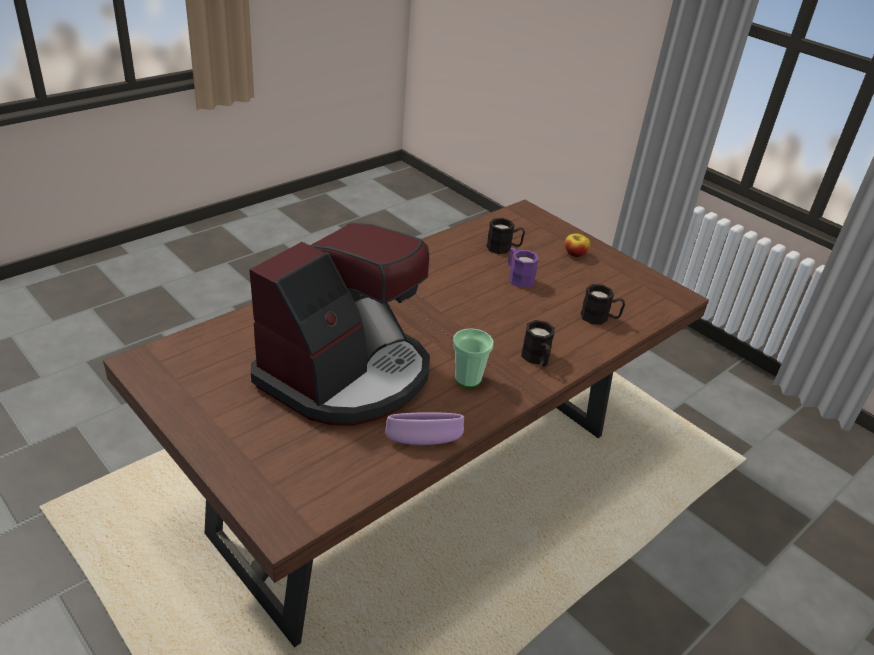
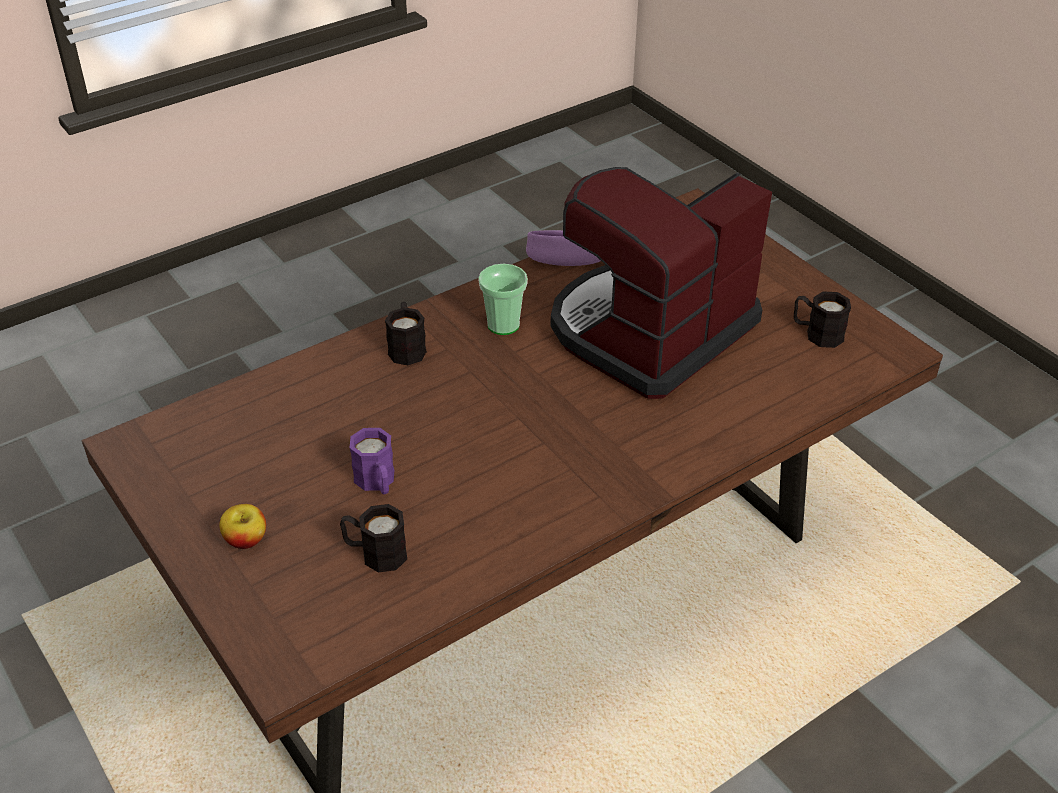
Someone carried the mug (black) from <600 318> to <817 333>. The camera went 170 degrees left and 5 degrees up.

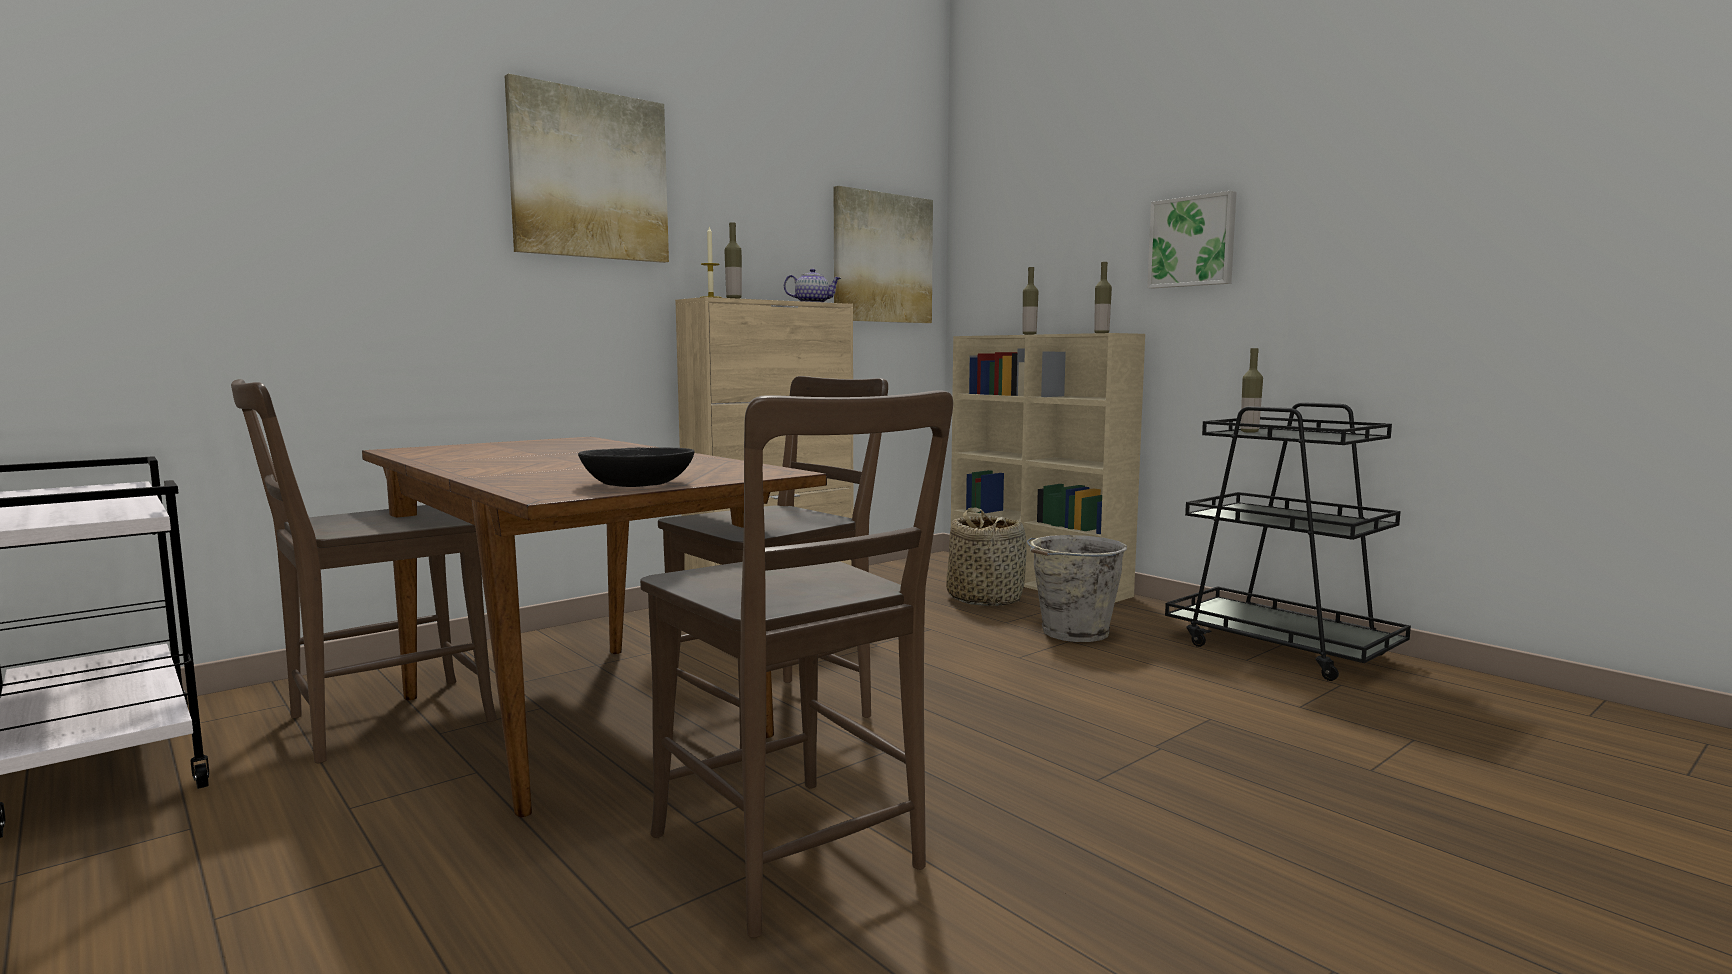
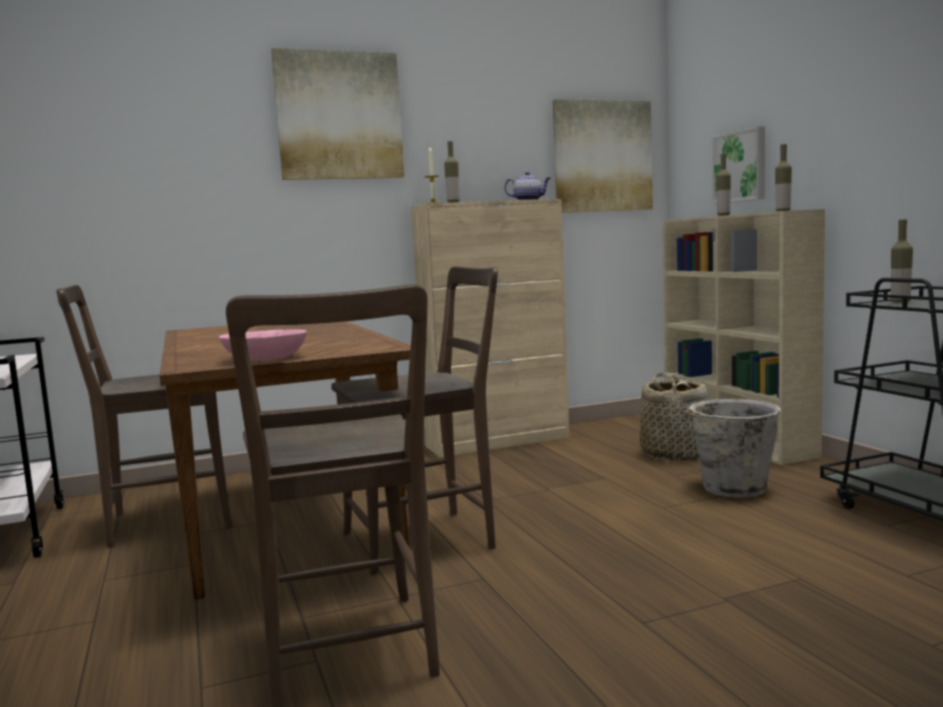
Someone carried the picture from <1193 242> to <740 166>. Someone repainted the bowl (black) at <638 484>, which became the bowl (pink) at <265 358>. The camera went 20 degrees right and 0 degrees up.

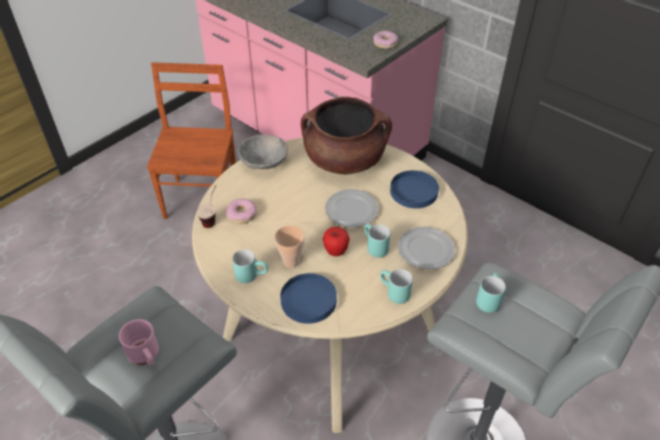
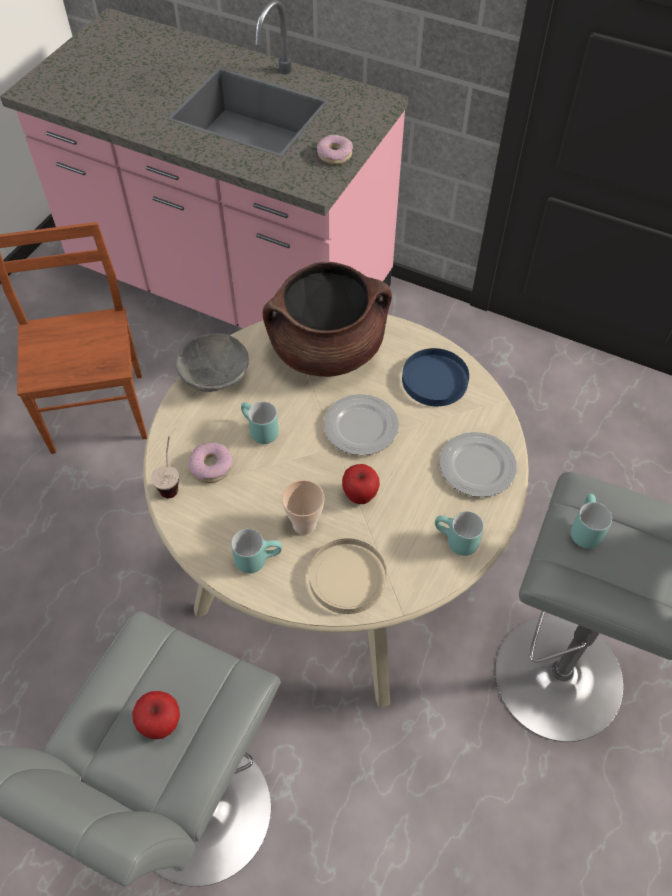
Someone carried the mug (turquoise) from <373 248> to <258 431>. Someone swapped the mug (pink) at <145 355> for the apple at <161 723>. Someone repainted the plate (blue) at <308 300>, which became the plate (beige) at <347 578>. The camera went 15 degrees left and 10 degrees up.

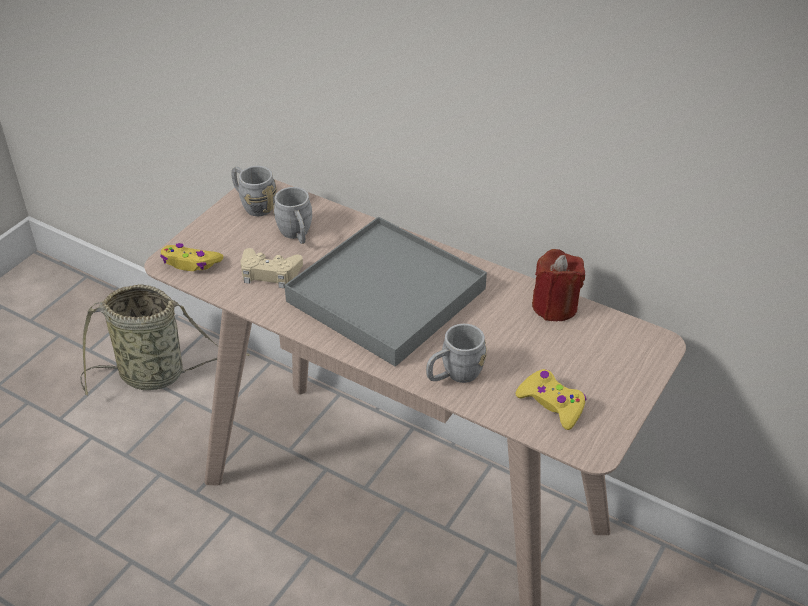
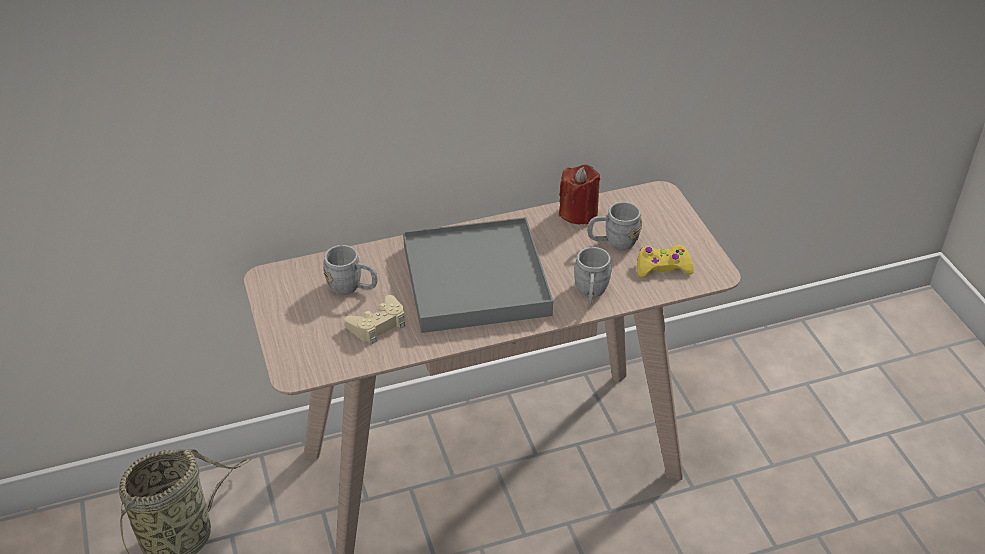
Someone took away the game controller (yellow) at <191 263>. Someone carried the mug (grey) from <253 204> to <613 242>. The camera went 50 degrees left and 0 degrees up.

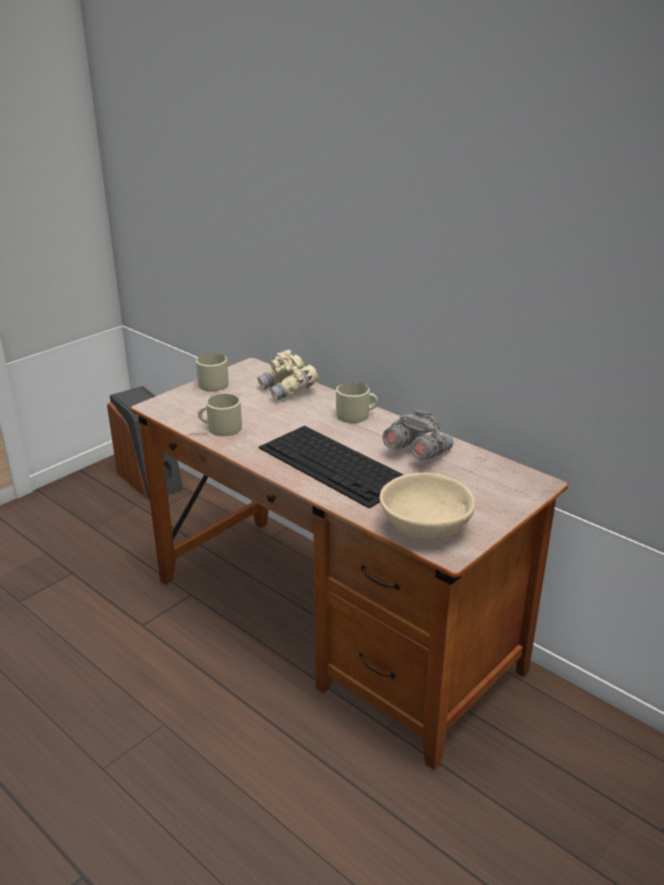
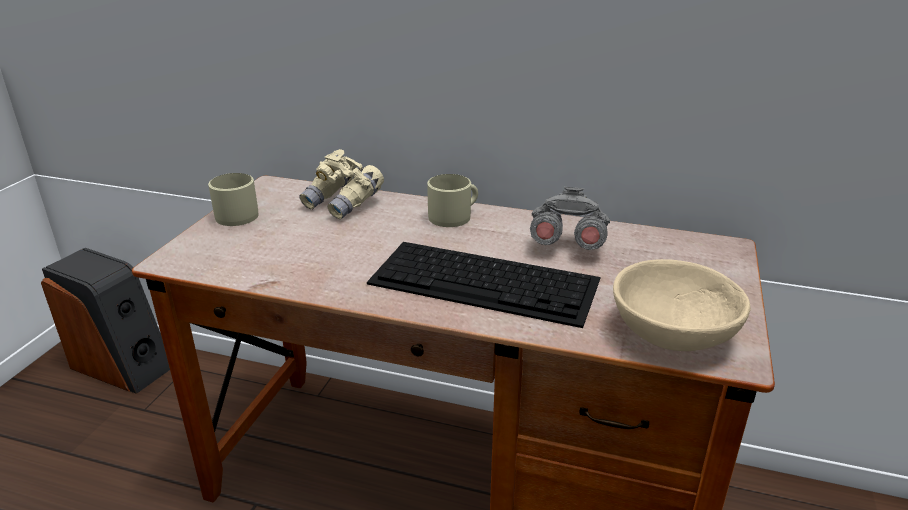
Someone took away the mug (beige) at <220 428>. The camera went 25 degrees left and 0 degrees up.

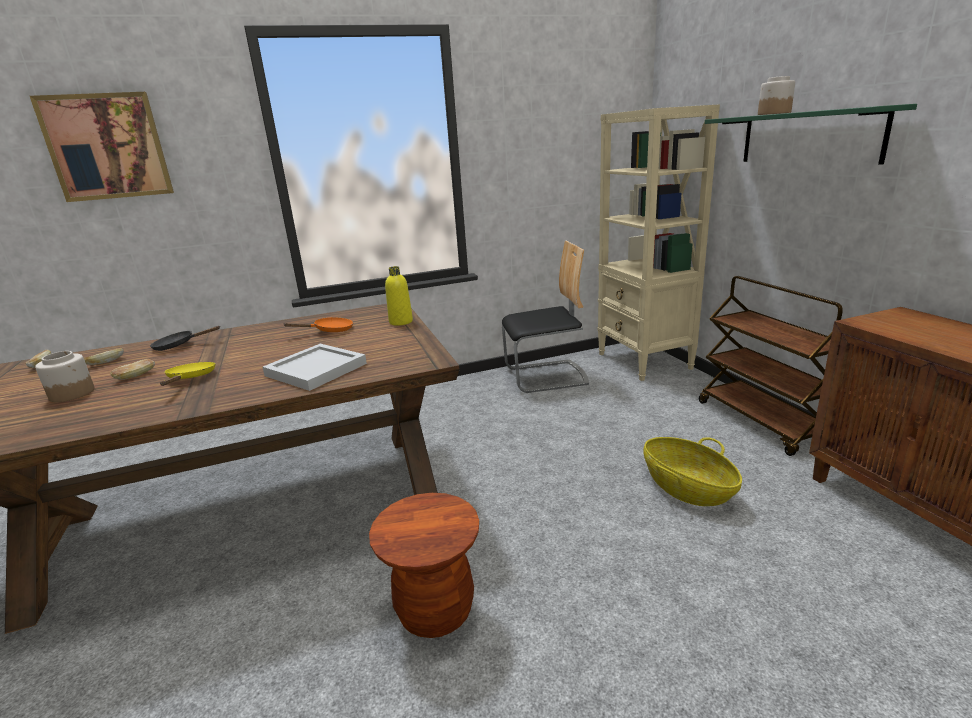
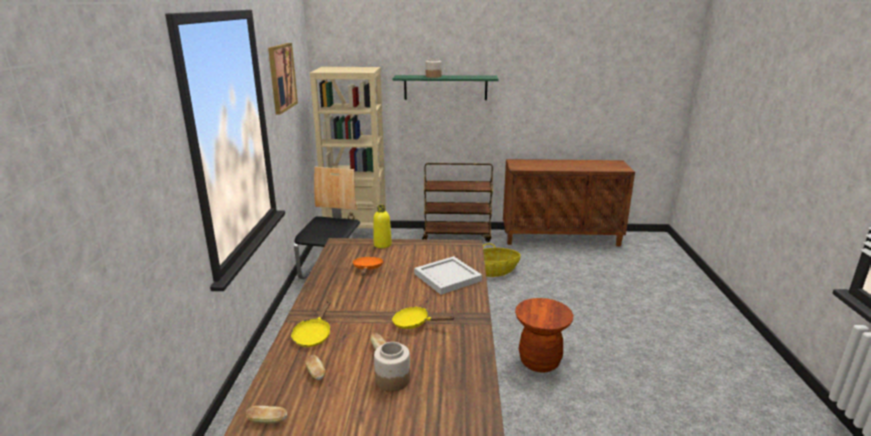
Someone carried the picture from <107 147> to <281 77>. Someone repainted the frying pan (black) at <179 345>, which became the frying pan (yellow) at <313 335>. The camera went 70 degrees left and 0 degrees up.

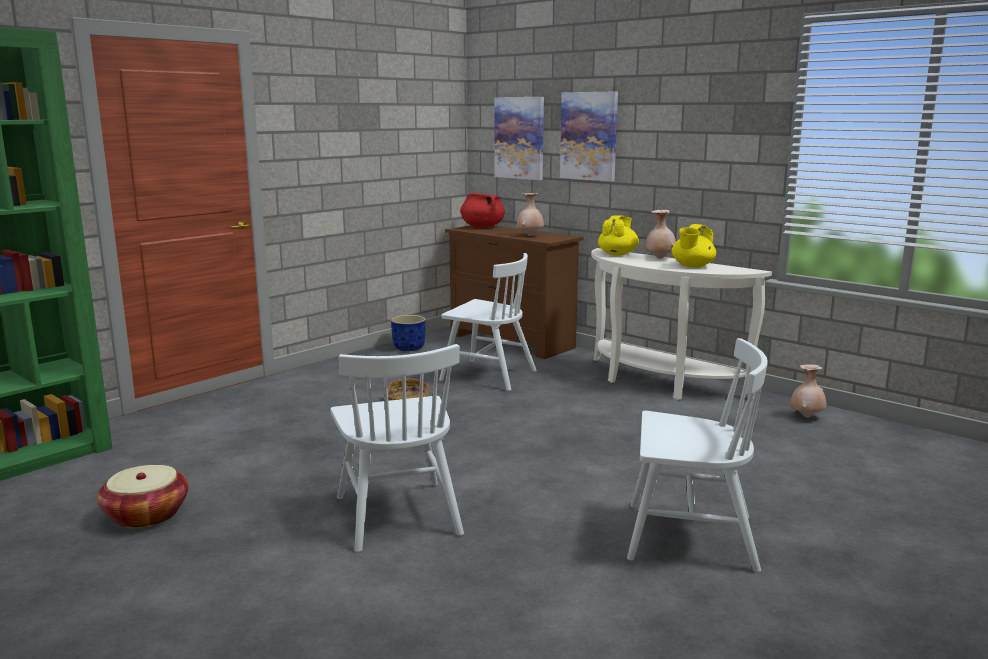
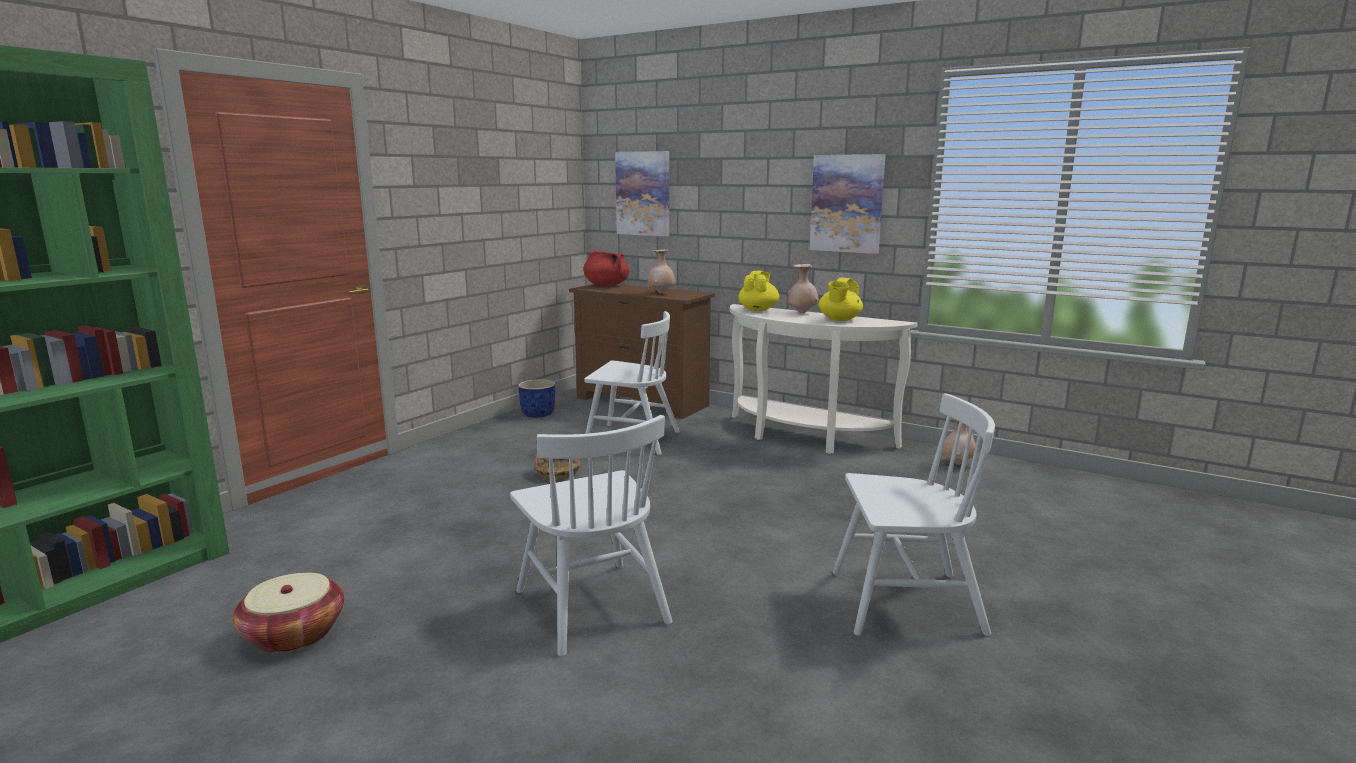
Someone carried the picture from <589 136> to <847 203>. The camera went 10 degrees left and 0 degrees up.

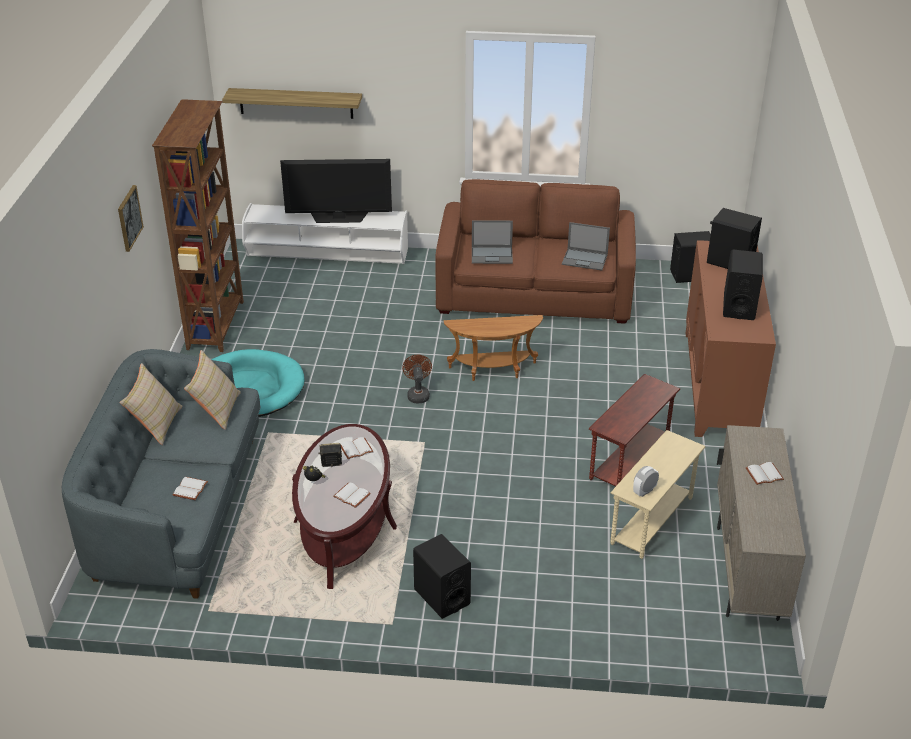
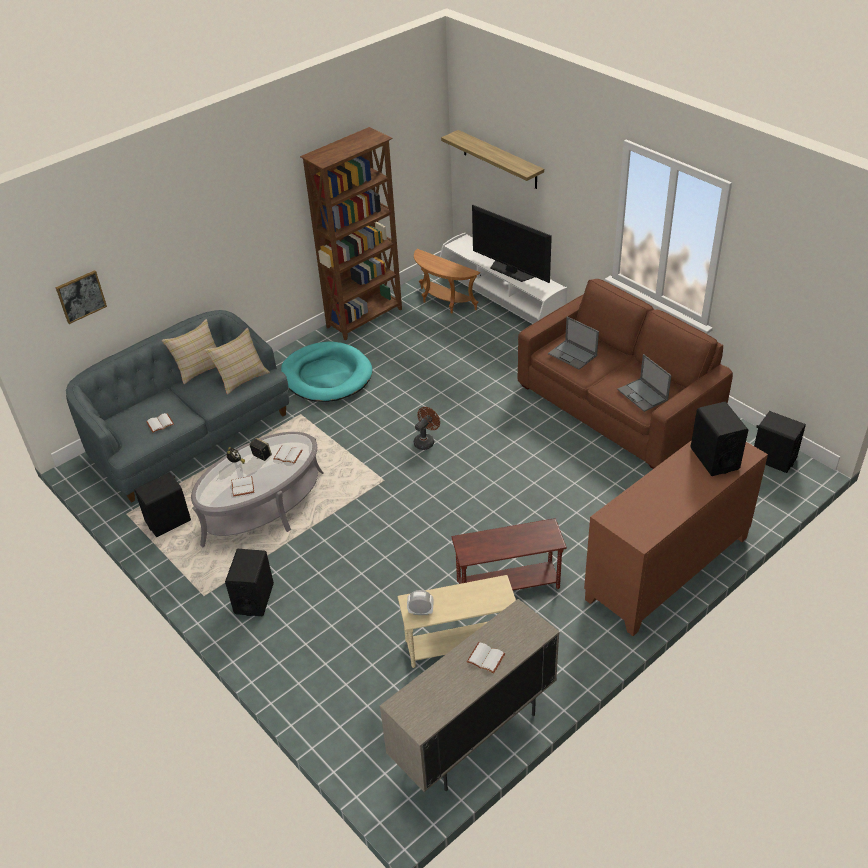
Someone carried the picture from <129 218> to <81 296>. Someone carried the side table (brown) from <493 371> to <443 302>. Someone carried the speaker (black) from <739 306> to <168 521>. Someone repainted the coffee table (brown) at <345 524>, which became the coffee table (grey) at <263 508>. The camera went 45 degrees right and 5 degrees up.

